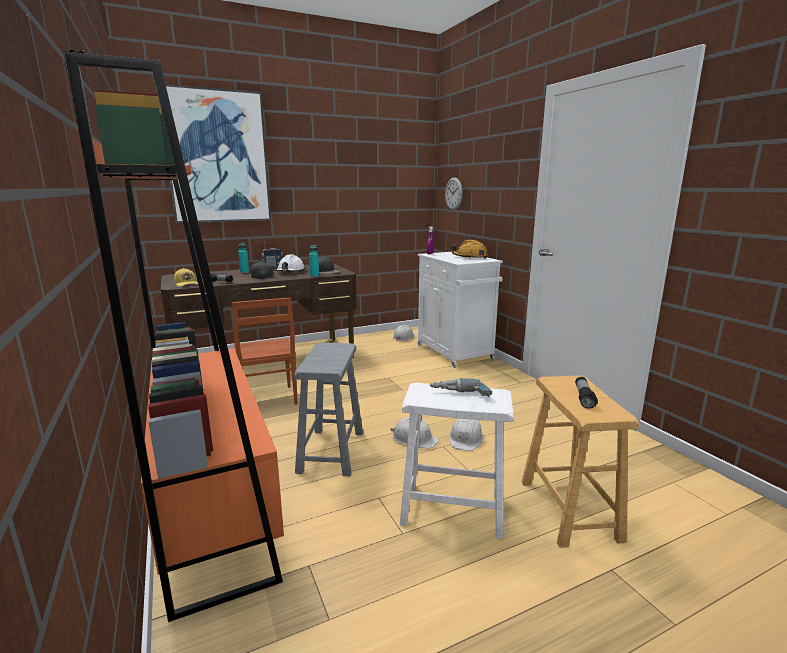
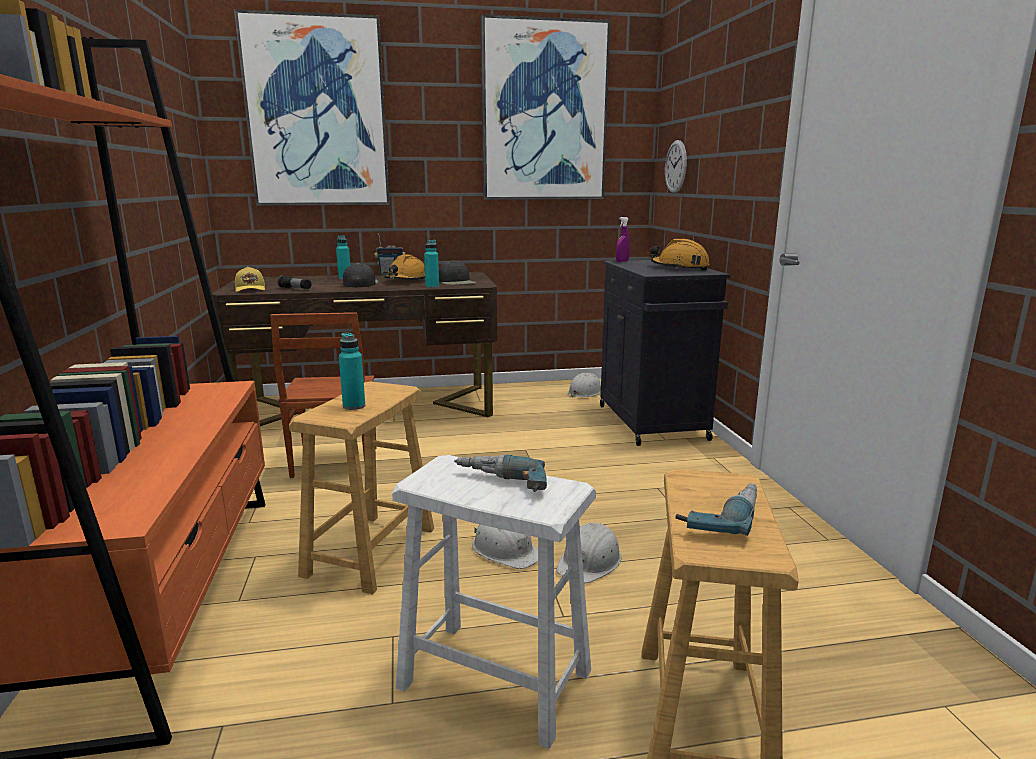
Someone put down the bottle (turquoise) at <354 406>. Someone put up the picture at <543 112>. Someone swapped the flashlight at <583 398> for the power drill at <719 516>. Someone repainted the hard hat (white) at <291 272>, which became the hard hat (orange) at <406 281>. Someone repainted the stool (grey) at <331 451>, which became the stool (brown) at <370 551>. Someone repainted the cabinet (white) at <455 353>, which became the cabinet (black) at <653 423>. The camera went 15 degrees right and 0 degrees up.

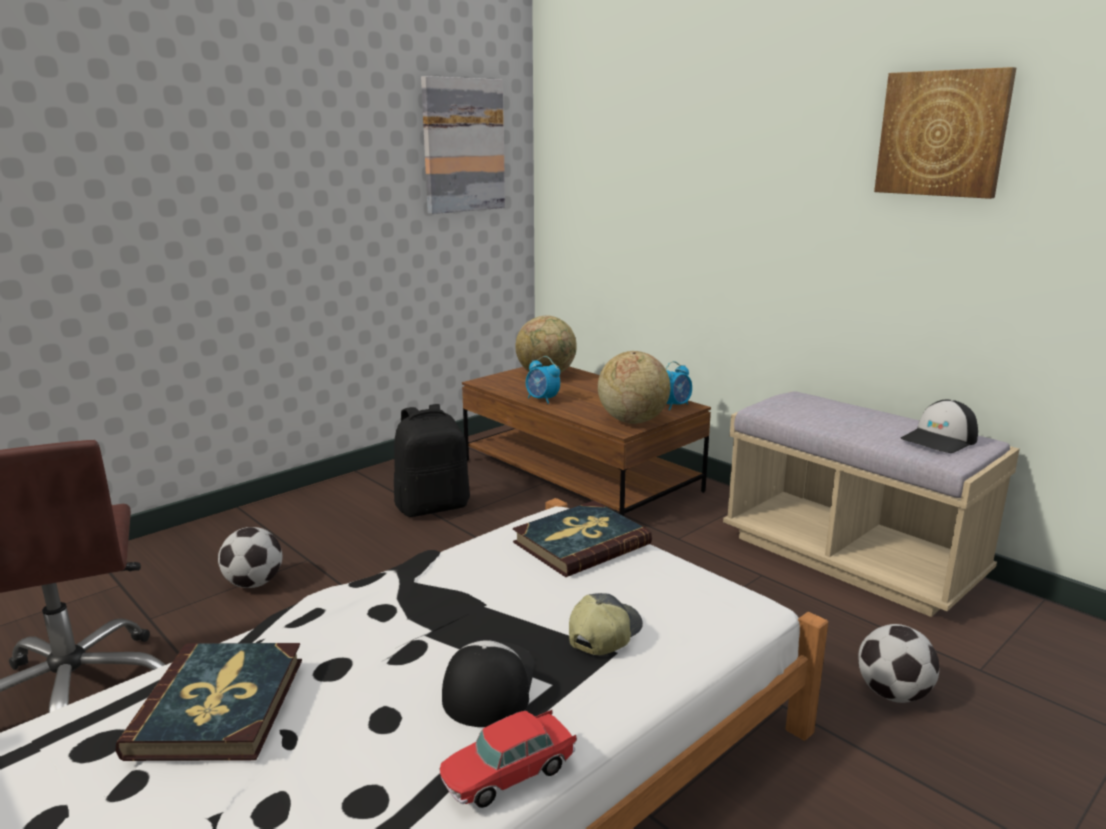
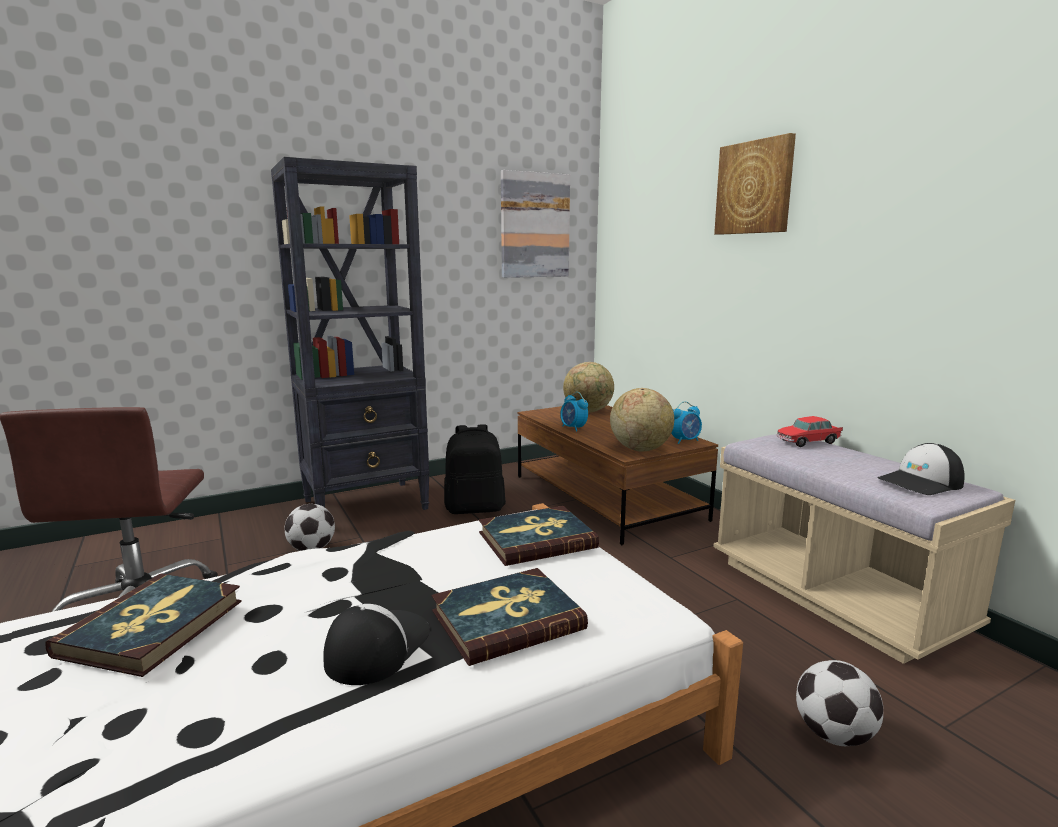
Someone put down the bookcase (black) at <367 504>. Someone carried the toy car from <508 773> to <807 442>. Someone carried the picture from <942 134> to <754 188>. Someone swapped the cap at <603 634> for the book at <507 619>. The camera went 15 degrees right and 5 degrees down.

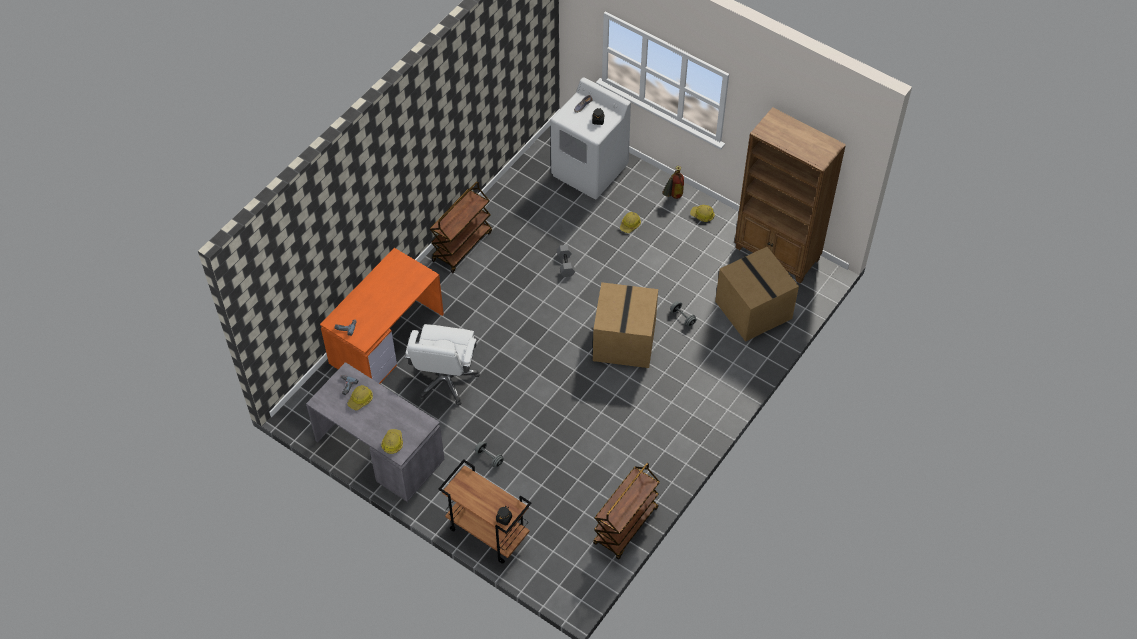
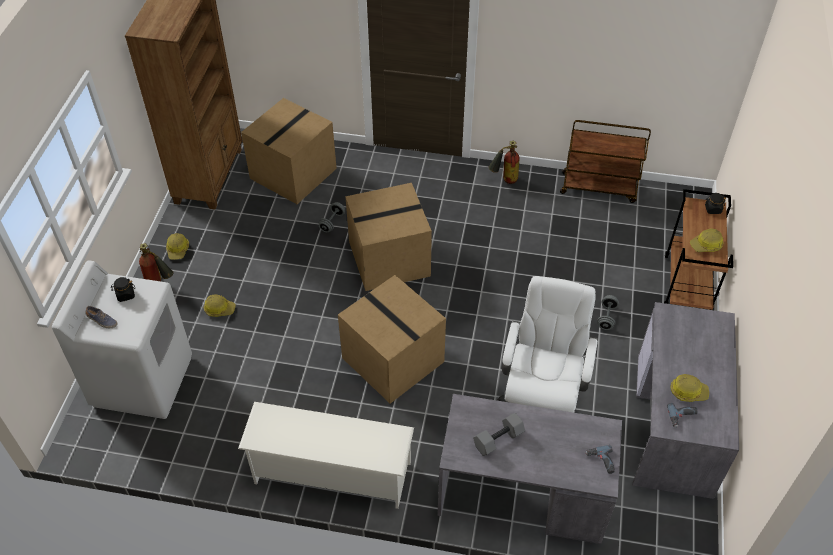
Someone put down the cardboard box at <391 360>. Someone put down the fire extinguisher at <504 180>. Someone carried the hard hat from <392 443> to <706 245>. Someone carried the dumbbell (grey) from <565 264> to <498 440>. Someone swapped the cart (brown) at <462 246> for the shoe rack (white) at <331 473>. Someone repainted the desk (orange) at <386 337>, which became the desk (grey) at <521 493>. Someone rotated the office chair (white) at <445 380> by 60 degrees counterclockwise. The camera went 115 degrees left and 5 degrees down.

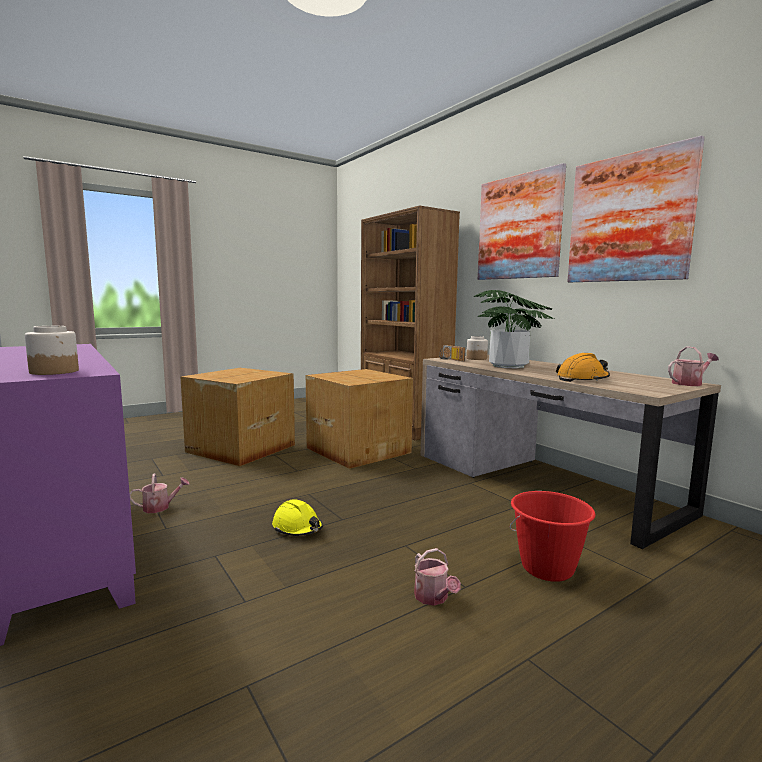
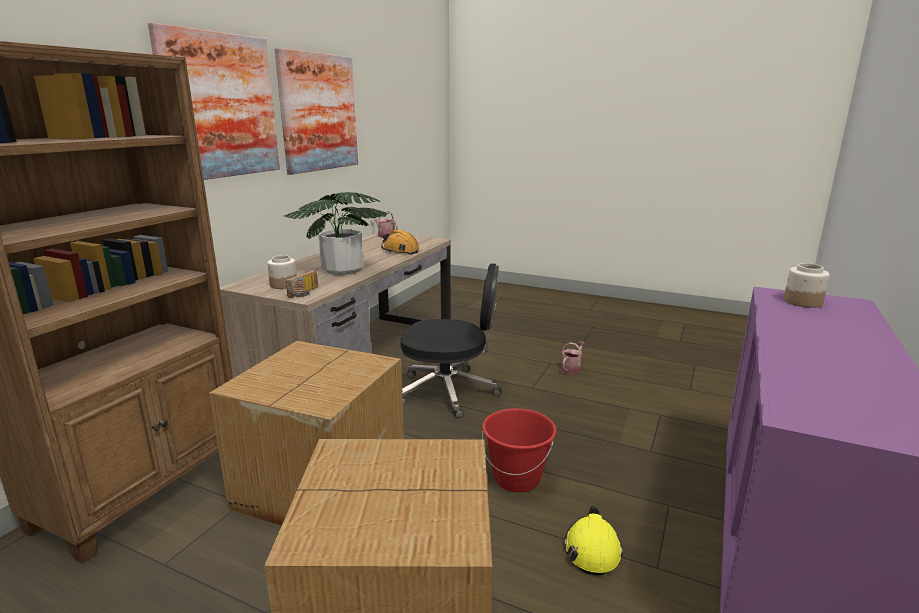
Someone took away the watering can at <160 507>. Someone put down the office chair (black) at <449 392>. Someone carried the hard hat (yellow) from <297 528> to <592 549>. Someone carried the bucket (red) from <547 568> to <517 479>. The camera went 120 degrees left and 10 degrees up.

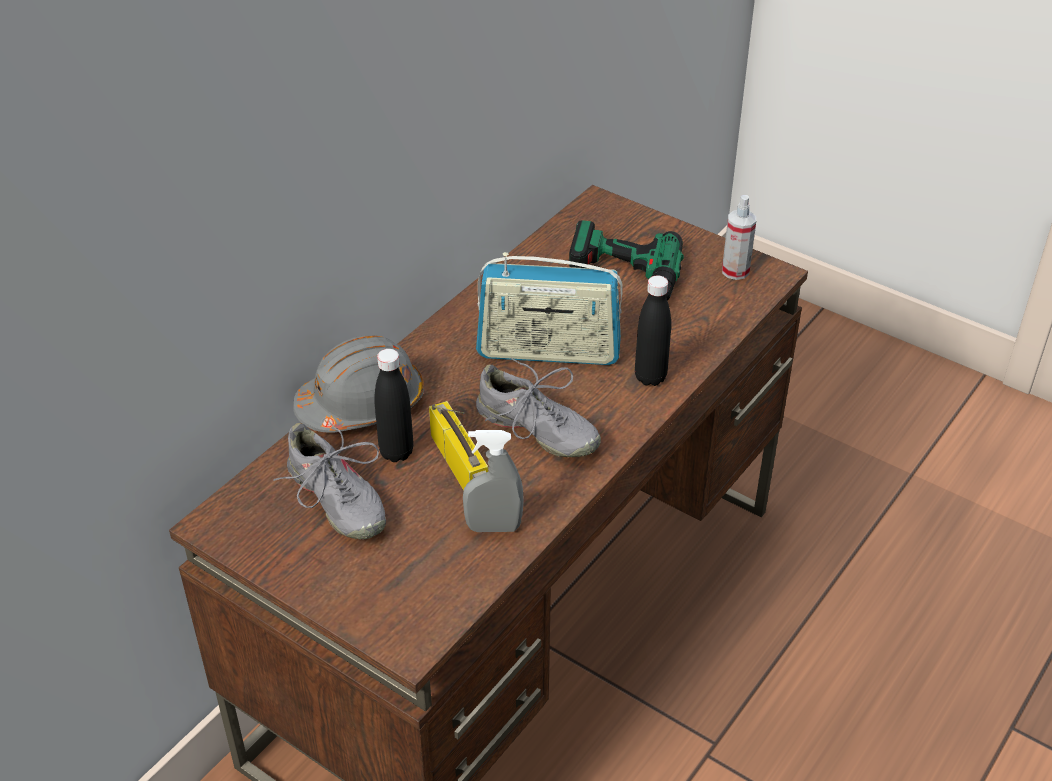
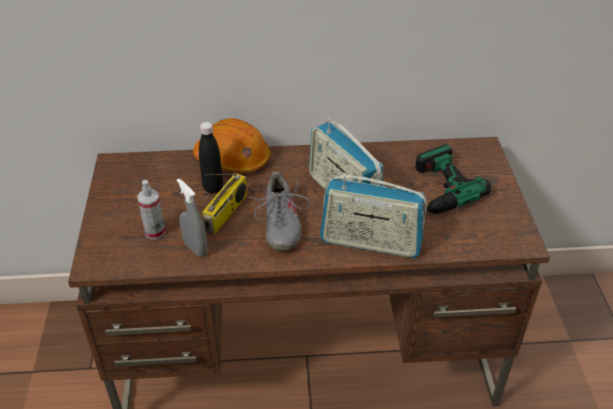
Someone took away the shoe (grey) at <336 501>. Someone carried the spray bottle from <735 271> to <155 232>. Someone swapped the bottle (black) at <650 377> for the radio at <370 242>. Someone repainted the hard hat (grey) at <362 404>, which became the hard hat (orange) at <233 159>. The camera went 50 degrees right and 0 degrees up.

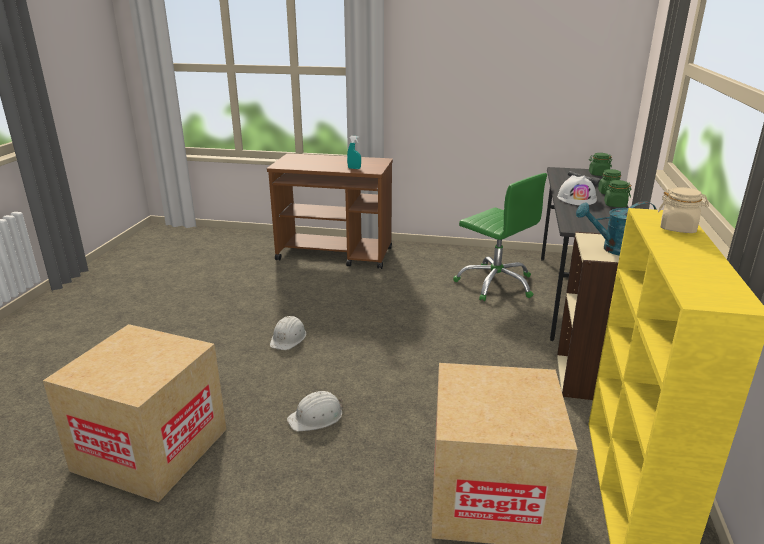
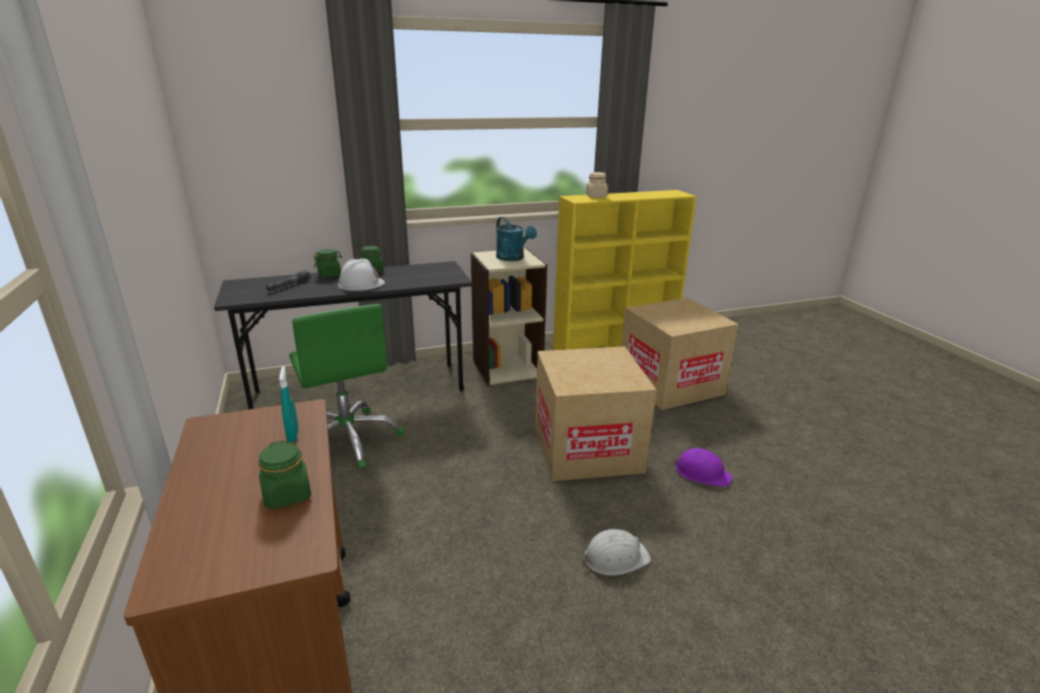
Someone carried the cardboard box from <151 449> to <587 449>. Someone carried the jar (green) from <598 174> to <287 495>. Someone repainted the hard hat (white) at <316 417>, which became the hard hat (purple) at <701 473>. Someone rotated the office chair (green) at <496 284> by 135 degrees clockwise. The camera went 120 degrees left and 0 degrees up.

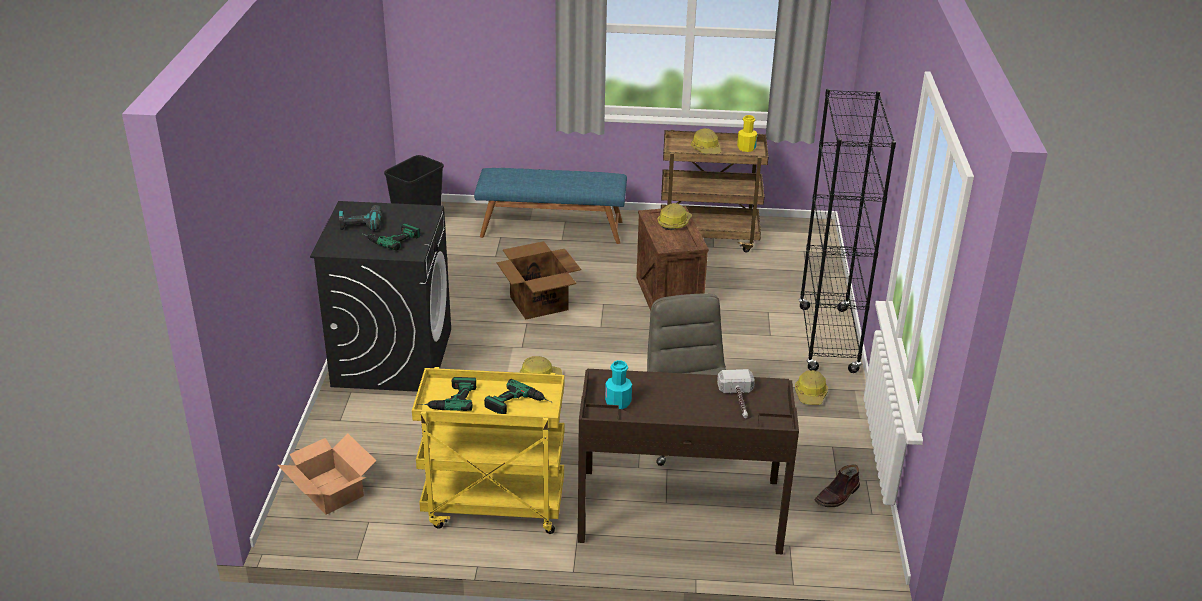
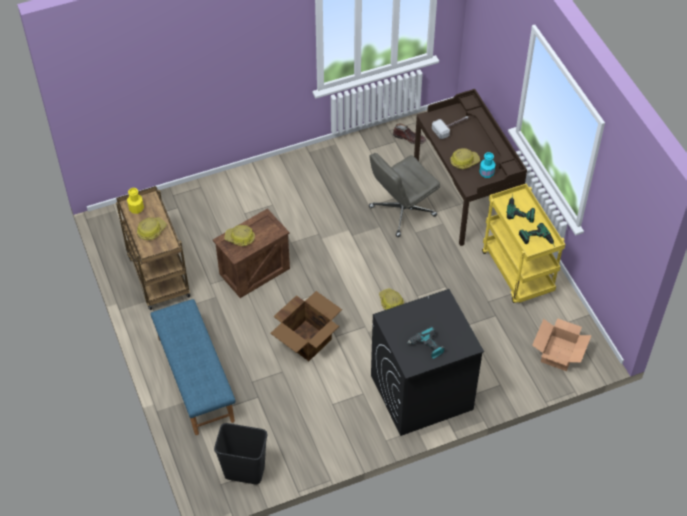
Someone took away the power drill at <389 238>. Someone took away the bookcase (black) at <828 340>. Someone carried the hard hat from <811 394> to <464 161>. The camera went 115 degrees left and 20 degrees up.

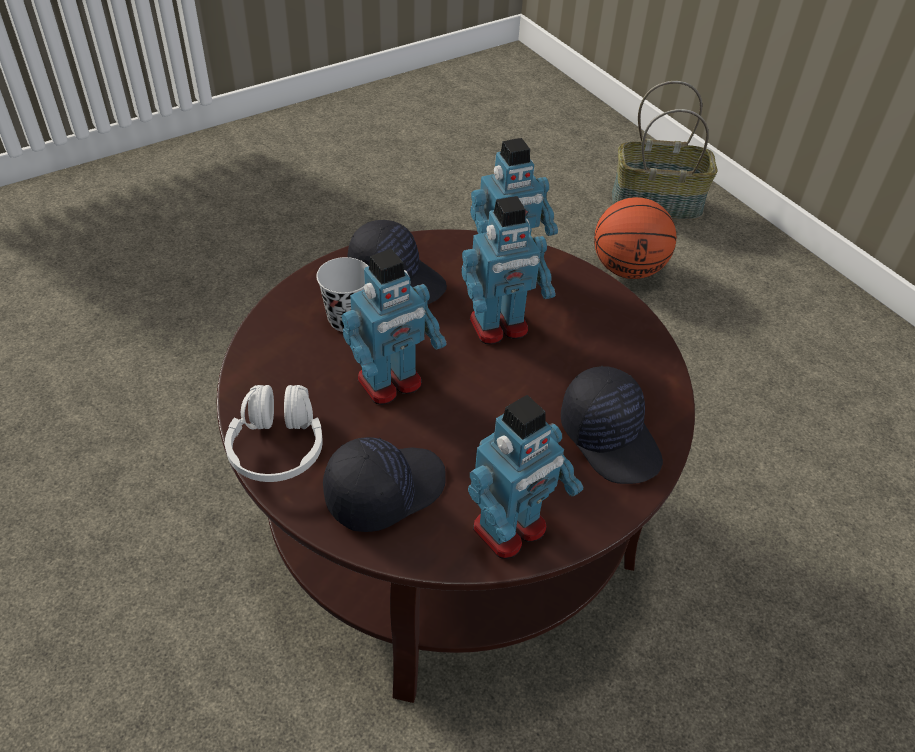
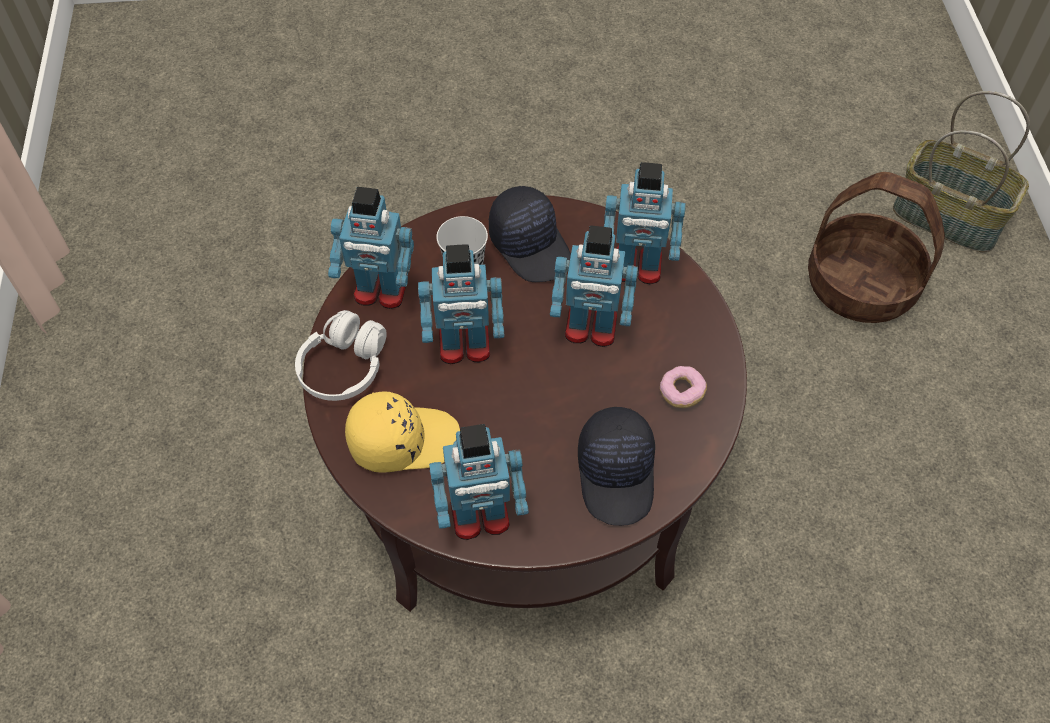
Someone put down the toy robot at <380 291>. Someone put down the donut at <681 392>. Someone swapped the basketball at <627 269> for the basket at <861 284>. Someone repainted the cap (black) at <384 490>, which became the cap (yellow) at <403 439>. The camera went 30 degrees right and 10 degrees up.

